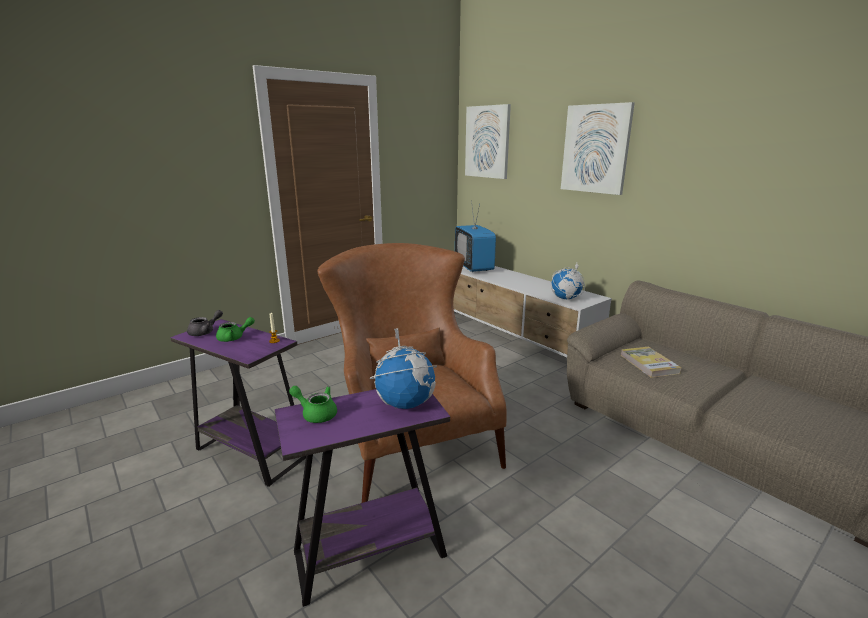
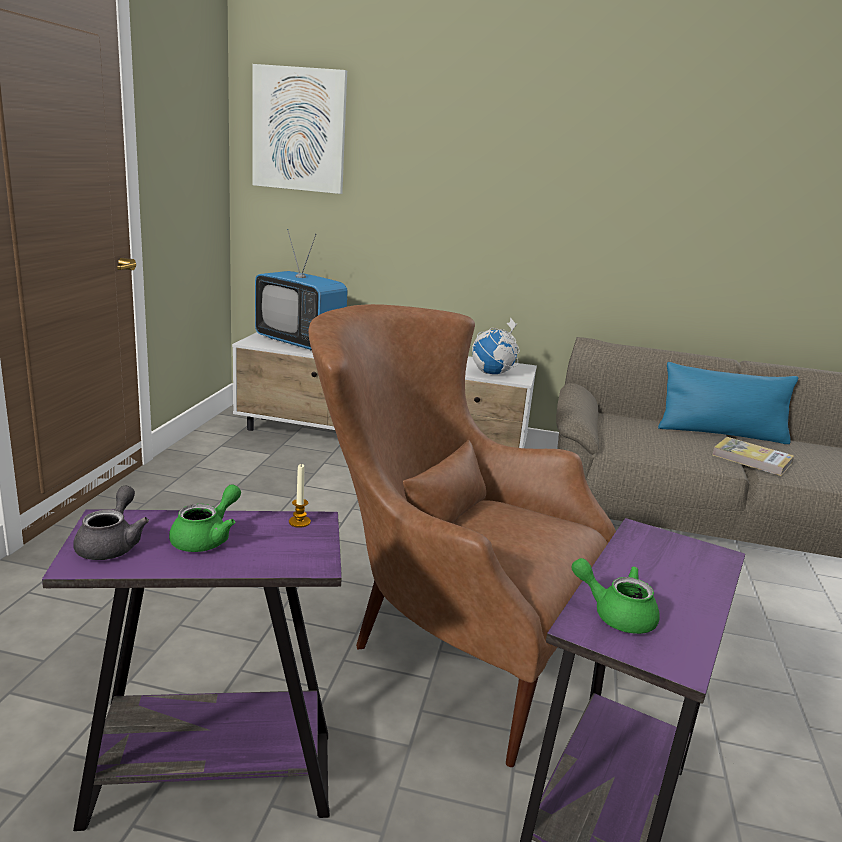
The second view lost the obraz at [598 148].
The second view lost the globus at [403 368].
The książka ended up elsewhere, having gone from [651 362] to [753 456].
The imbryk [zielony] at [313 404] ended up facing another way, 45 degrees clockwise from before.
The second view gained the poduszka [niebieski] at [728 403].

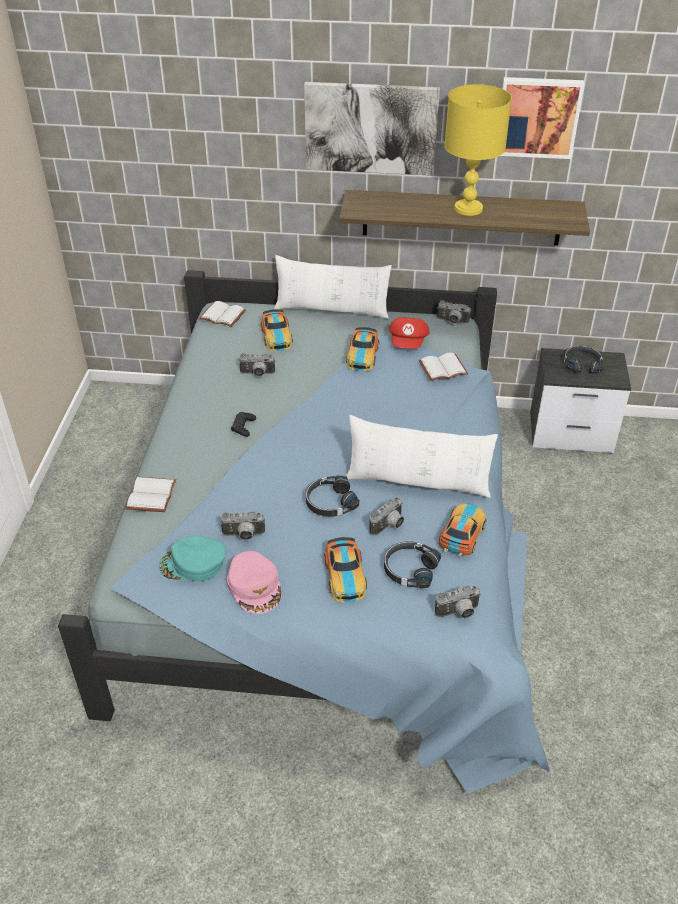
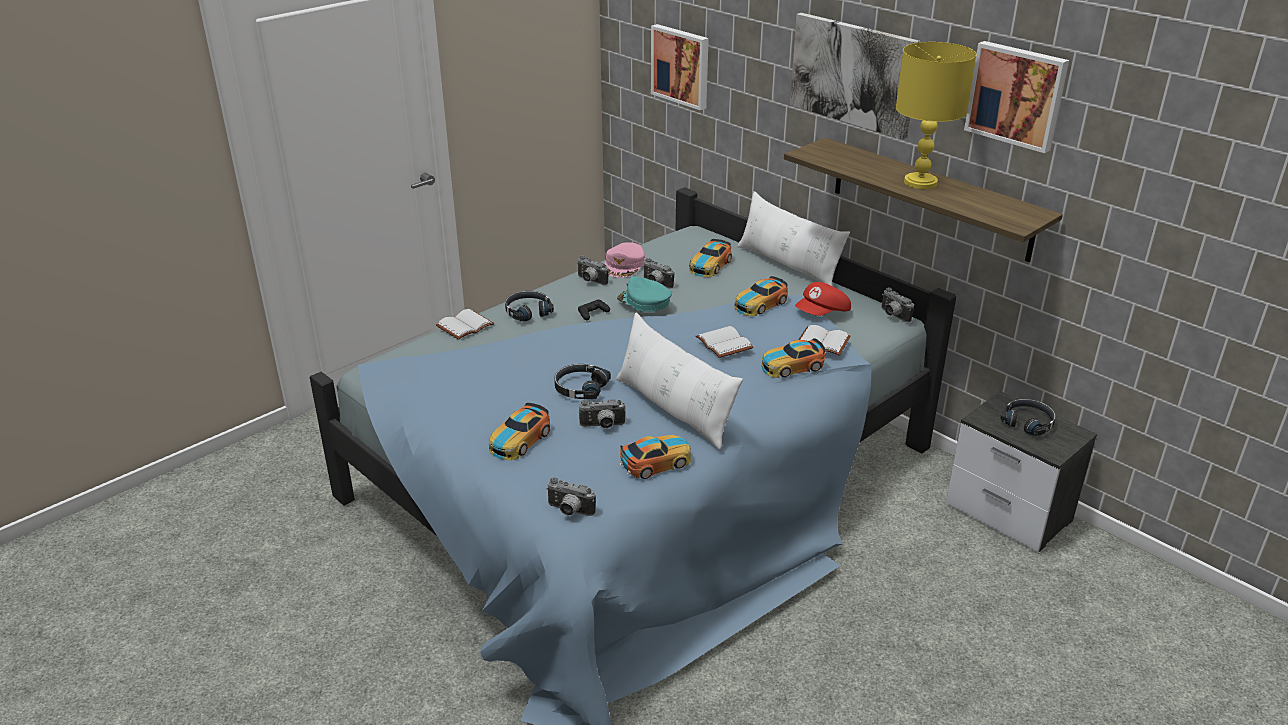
The książka [biały] ended up elsewhere, having gone from [222 314] to [724 342].
The aparat fotograficzny ended up elsewhere, having gone from [242 526] to [593 270].
The czapka z daszkiem [turkusowy] ended up elsewhere, having gone from [192 558] to [644 294].
The słuchawki [czarny] ended up elsewhere, having gone from [412 565] to [529 306].
The czapka z daszkiem [różowy] ended up elsewhere, having gone from [254 582] to [625 260].
The second view gained the obraz at [680 67].
The second view gained the samochodzik at [793 358].

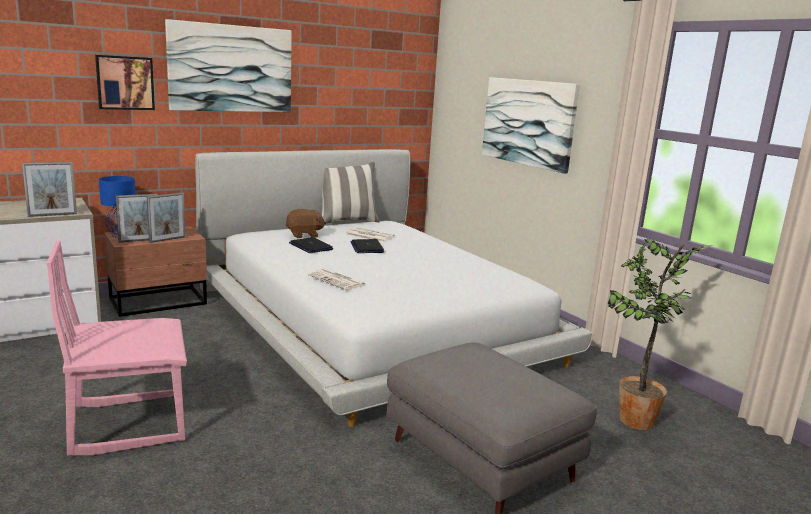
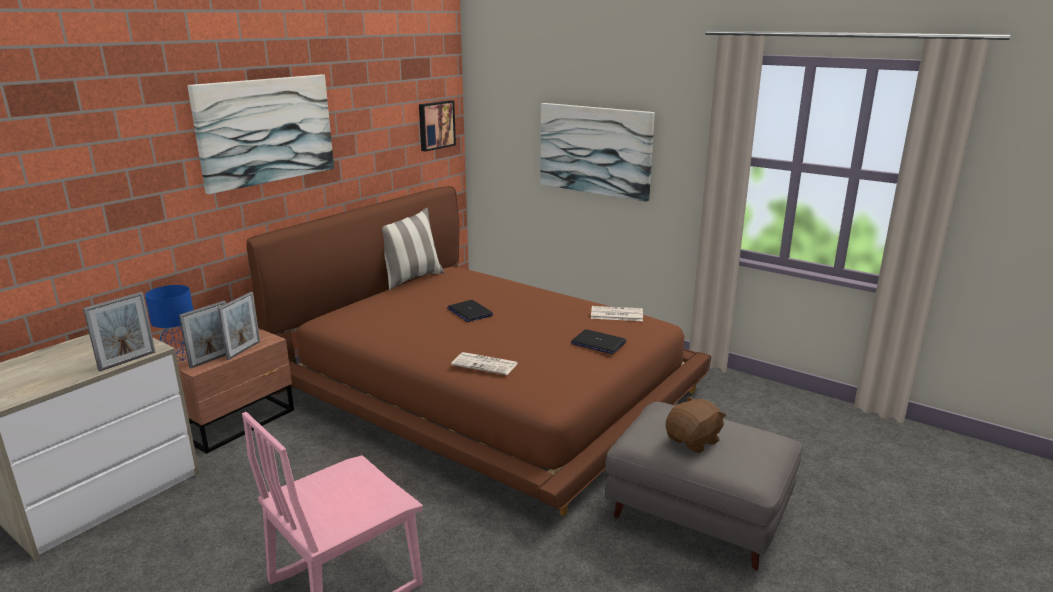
The obraz ended up elsewhere, having gone from [125 82] to [437 126].
What was the łóżko [biały] at [394 288] turned into the łóżko [brązowy] at [478 351].
The pluszak [brązowy] ended up elsewhere, having gone from [306 223] to [696 424].
The gazeta ended up elsewhere, having gone from [370 234] to [617 313].
The laptop ended up elsewhere, having gone from [311 245] to [598 341].
The second view lost the roślina doniczkowa at [660 334].

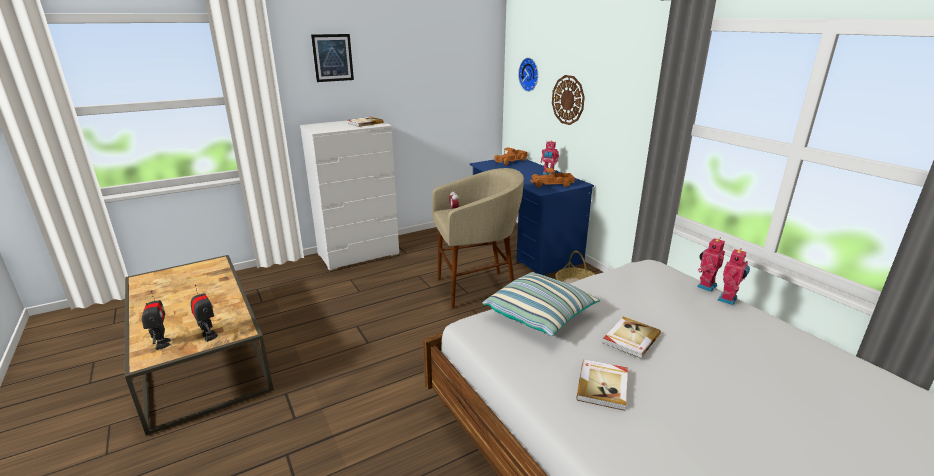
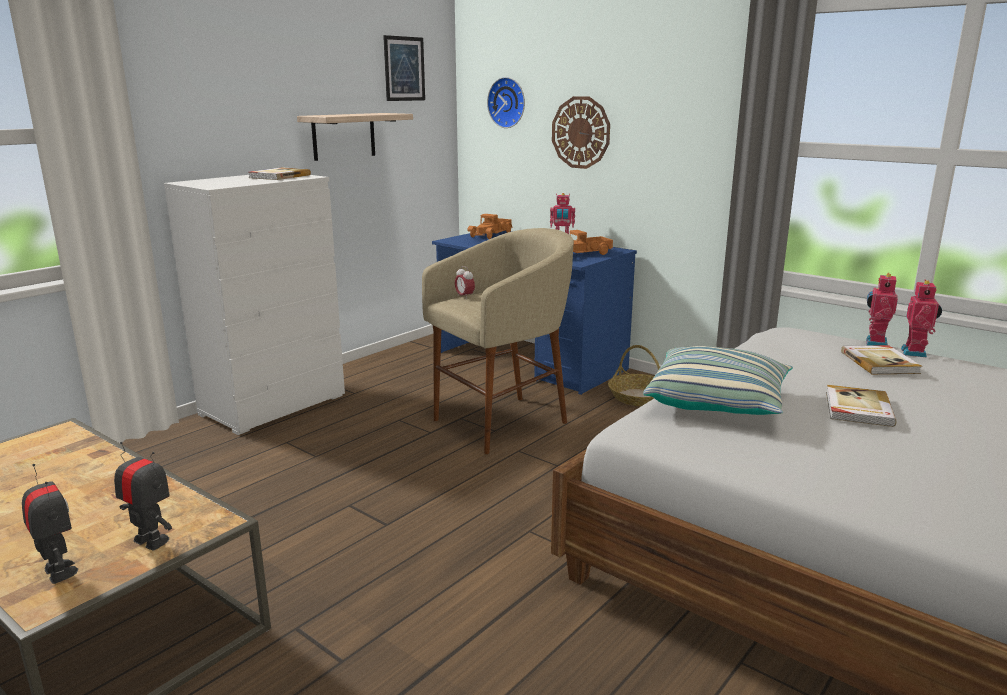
The obraz ended up elsewhere, having gone from [332 58] to [404 68].
The książka ended up elsewhere, having gone from [602 385] to [881 359].
The second view gained the półka at [355 137].

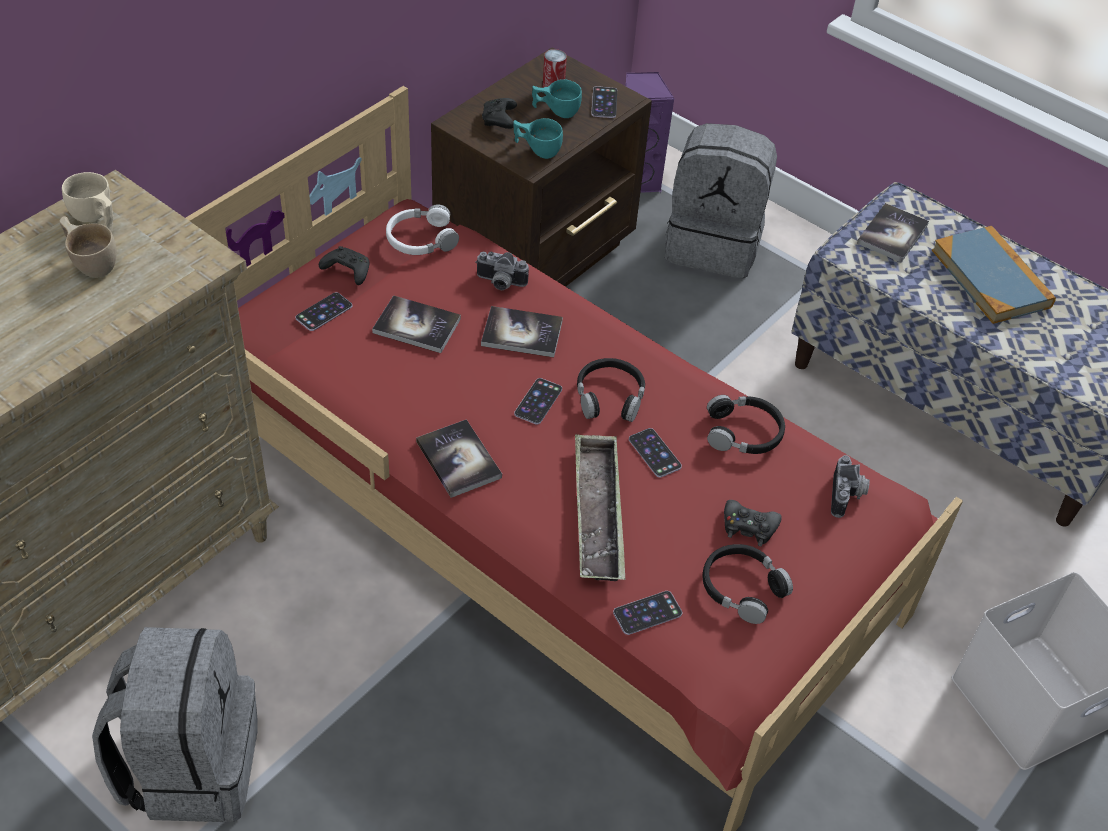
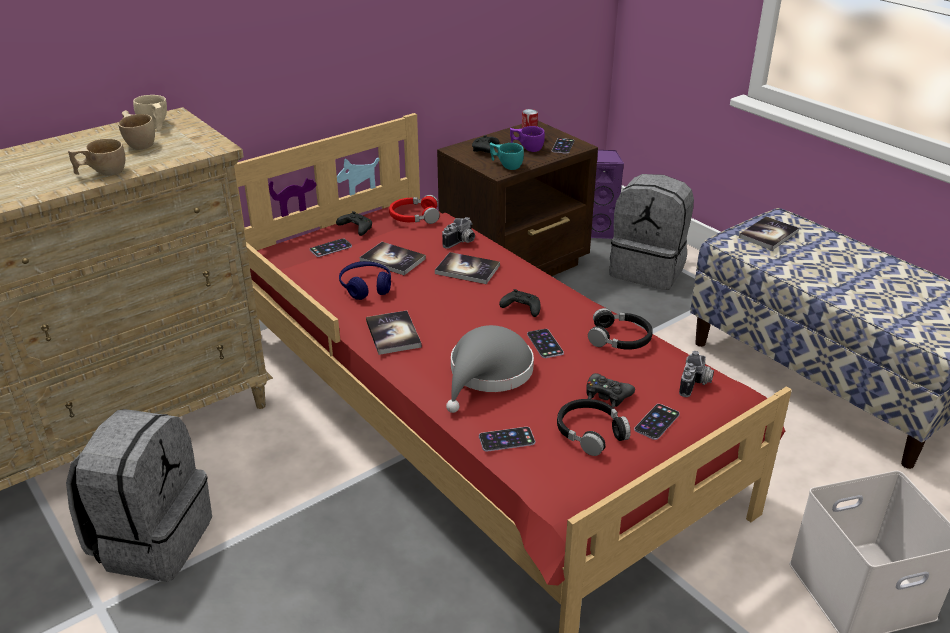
What was the filiżanka [turkusowy] at [557 98] turned into the filiżanka [fioletowy] at [527 139].
What was the słuchawki [biały] at [422 229] turned into the słuchawki [czerwony] at [414 209].
The second view lost the książka at [994 275].
The aparat fotograficzny at [502 271] ended up facing another way, 75 degrees counterclockwise from before.
Where the słuchawki [czarny] stood at [611 390], the pad do gier [czarny] came to stand at [520 303].
The telefon ended up elsewhere, having gone from [538 401] to [657 422].
Where the taca stood at [600 507], the kapelusz [szary] came to stand at [490 369].
The second view gained the filiżanka [beżowy] at [96 157].
The second view gained the słuchawki [niebieski] at [365 280].

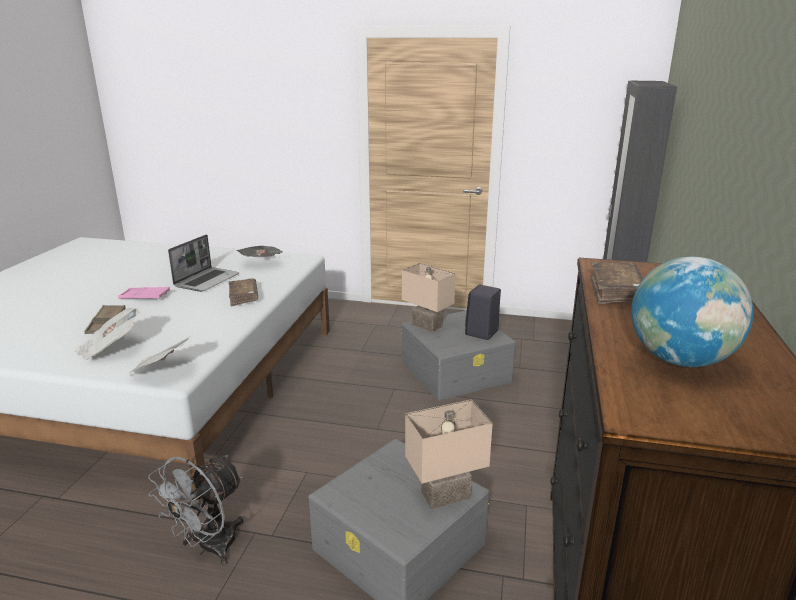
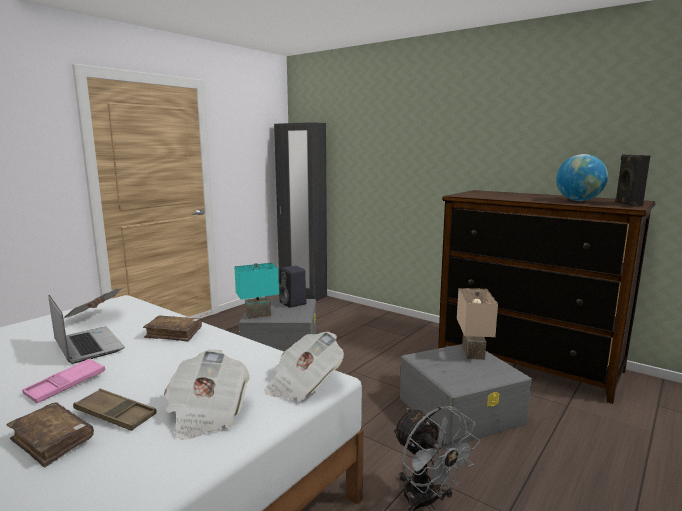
The książka [brązowy] ended up elsewhere, having gone from [616 283] to [50 435].
What was the lampa stołowa [beżowy] at [429 297] turned into the lampa stołowa [turkusowy] at [256 291].
The second view gained the głośnik [czarny] at [632 180].

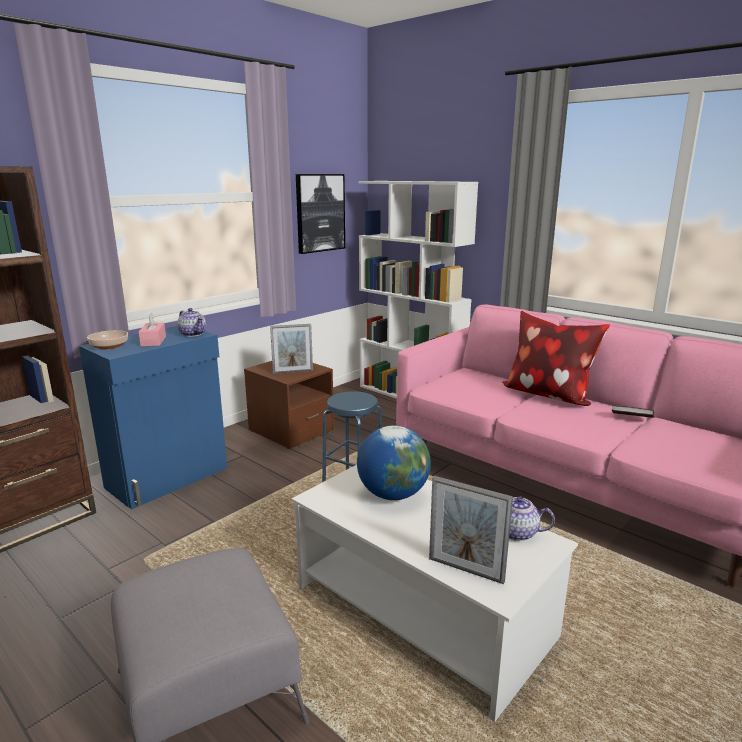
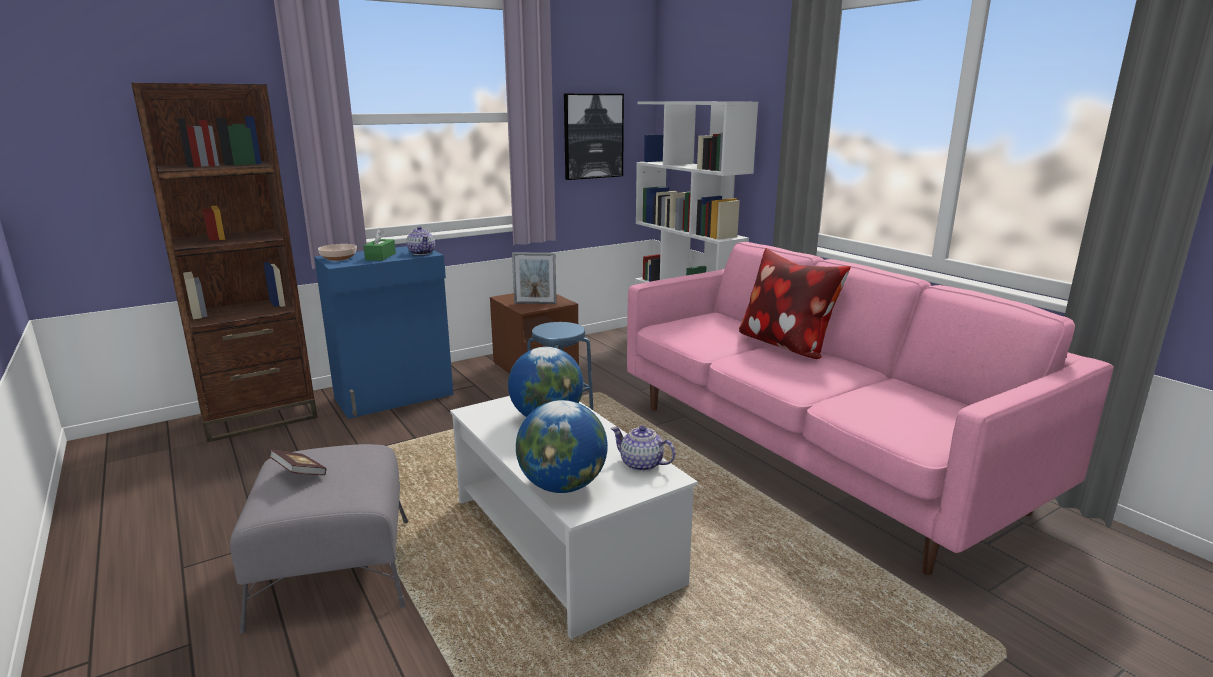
What was the pudełko chusteczek [różowy] at [152 330] turned into the pudełko chusteczek [zielony] at [379 244].
The książka ended up elsewhere, having gone from [633 411] to [297 462].
Where the ramka na zdjęcie stood at [471 530], the globus came to stand at [562 446].

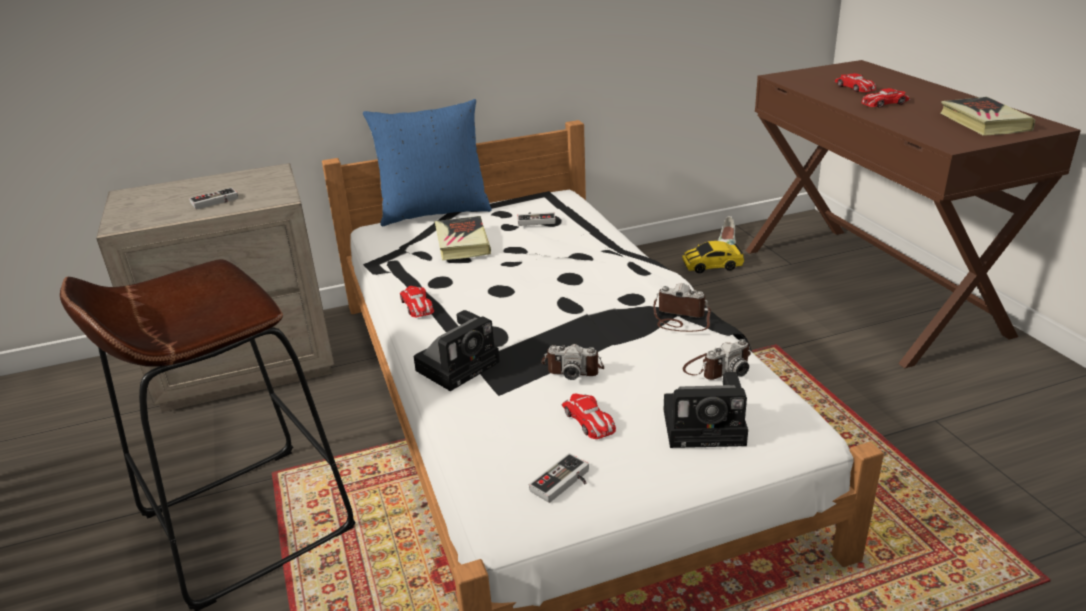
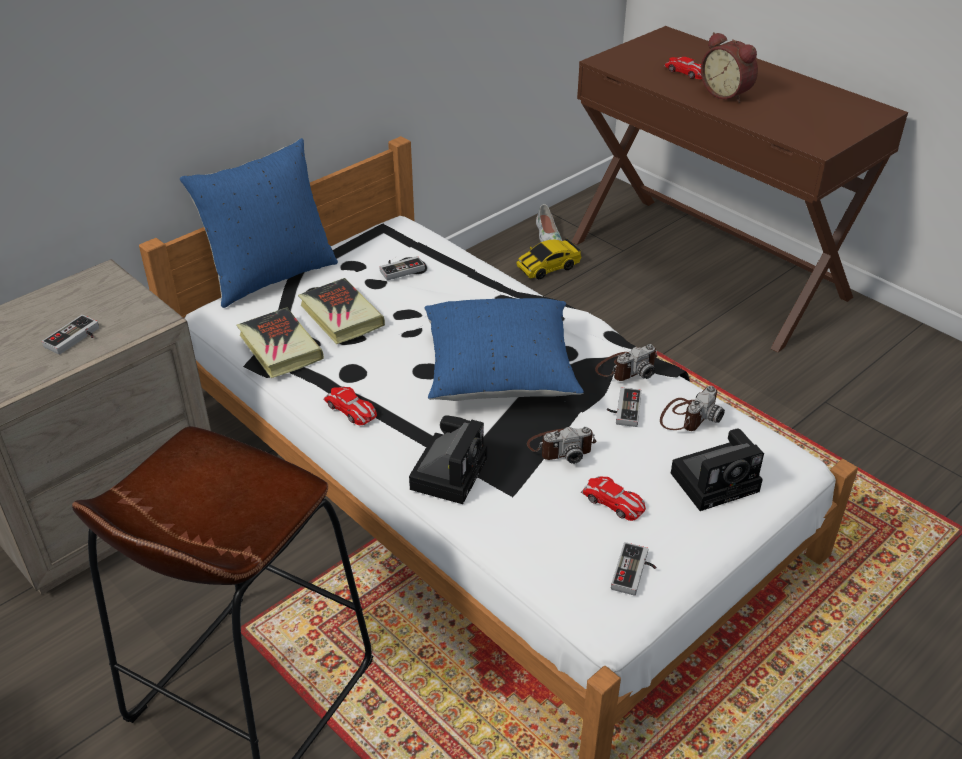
Where the samochodzik stood at [885 98], the budzik came to stand at [729 67].
The książka ended up elsewhere, having gone from [987 116] to [280 343].
The aparat fotograficzny at [682 307] ended up facing another way, 150 degrees clockwise from before.
The second view gained the poduszka [niebieski] at [504 349].
The second view gained the pad do gier at [624 407].

